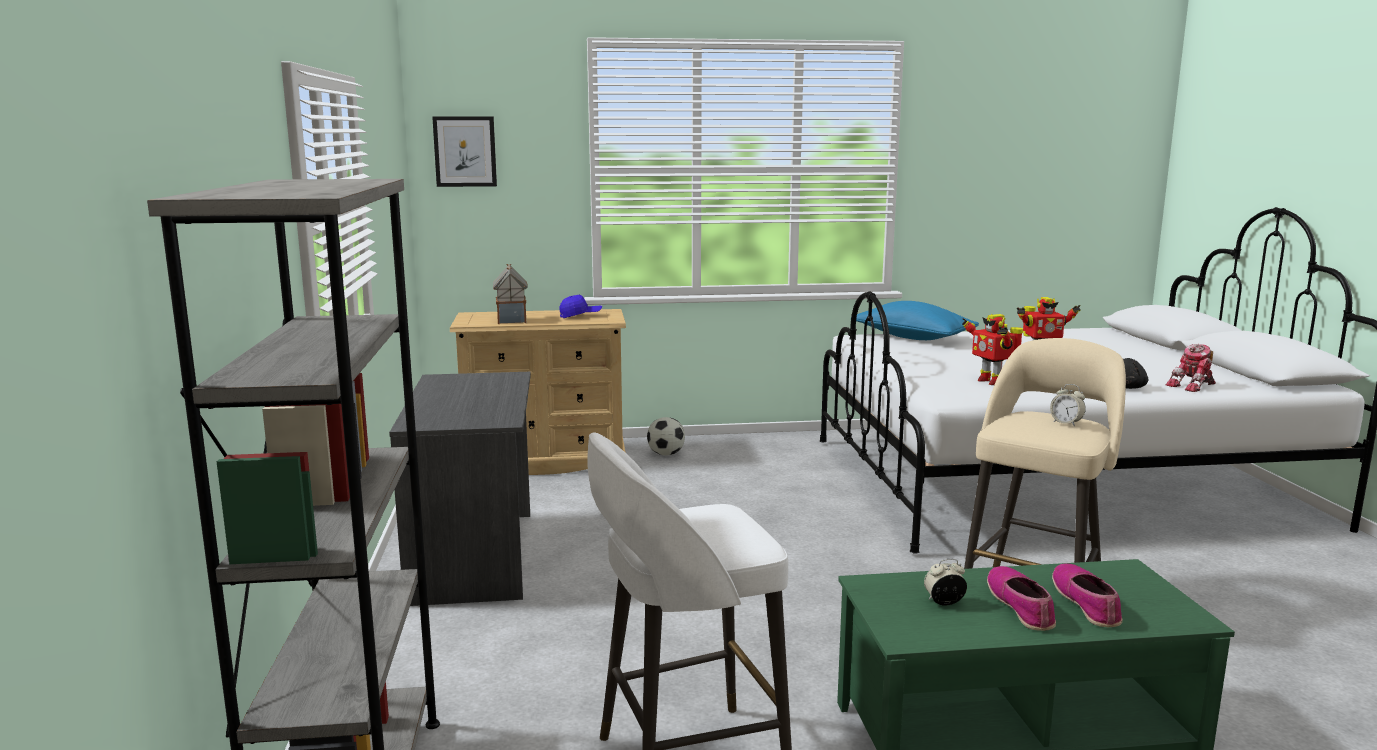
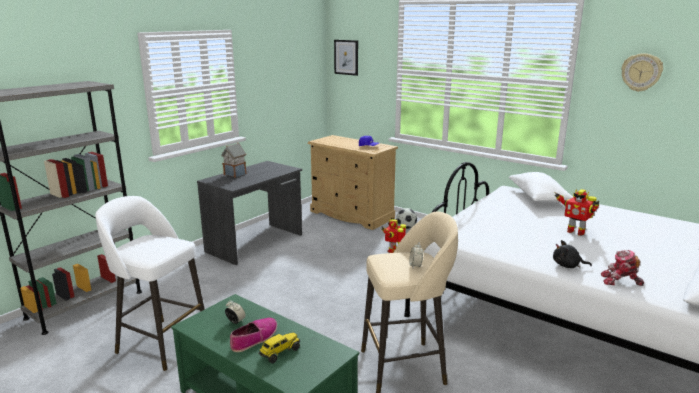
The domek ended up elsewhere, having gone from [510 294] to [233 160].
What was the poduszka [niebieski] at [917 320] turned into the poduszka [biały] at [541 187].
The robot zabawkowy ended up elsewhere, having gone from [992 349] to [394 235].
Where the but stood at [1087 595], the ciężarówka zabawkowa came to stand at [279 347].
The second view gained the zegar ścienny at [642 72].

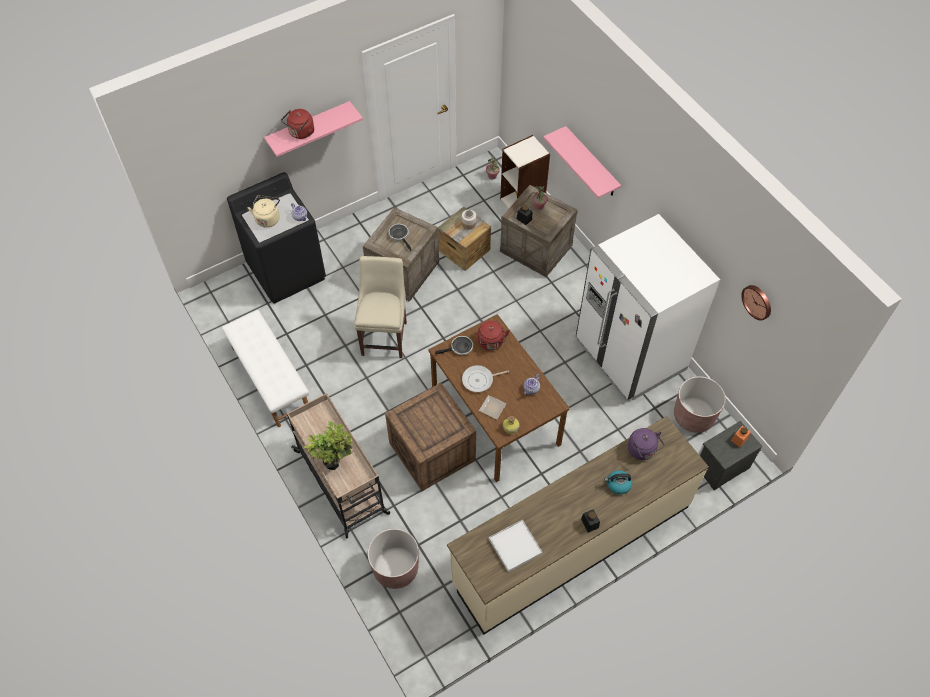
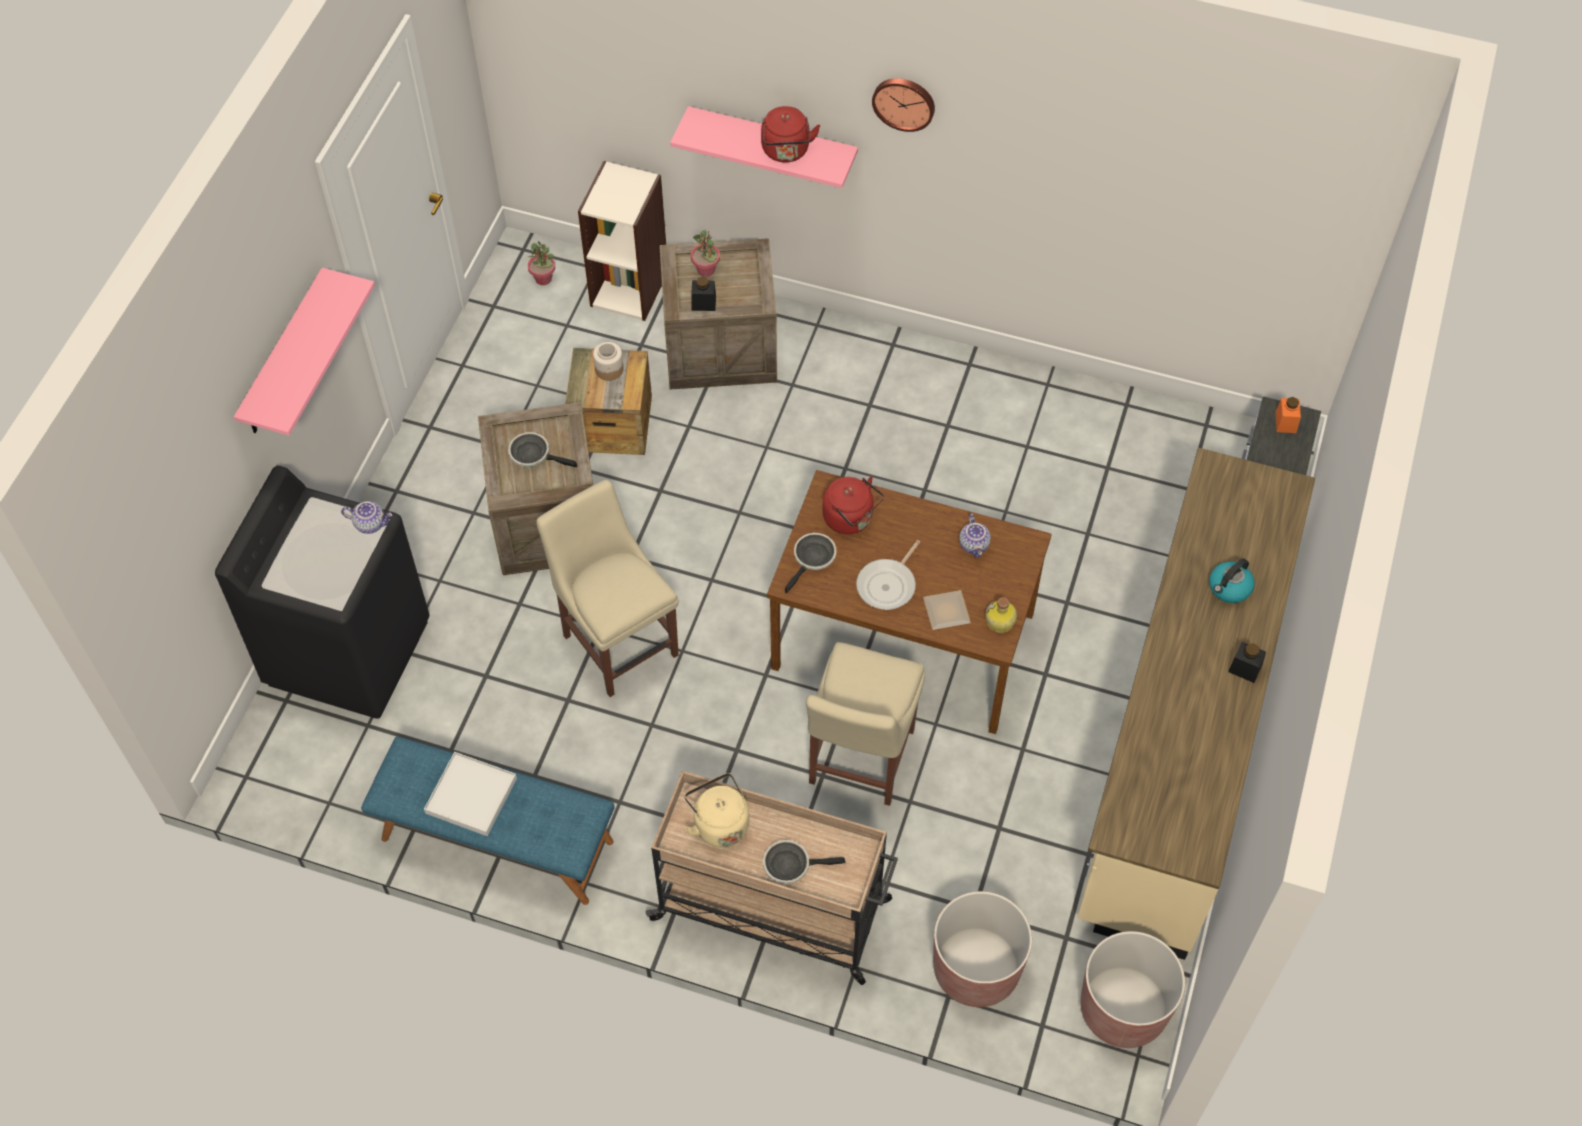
The czajnik [czerwony] ended up elsewhere, having gone from [297 124] to [790 134].
The czajnik [beżowy] ended up elsewhere, having gone from [263 211] to [717 810].
The second view lost the lodówka [biały] at [648 308].
The zegar ścienny ended up elsewhere, having gone from [756 303] to [903 105].
What was the ławka [biały] at [265 368] turned into the ławka [niebieski] at [487 820].
The donica [brązowy] ended up elsewhere, having gone from [700 404] to [1132 989].
Where the skrzynka stood at [430 437], the krzesło [beżowy] came to stand at [865 724].
Where the roślina doniczkowa stood at [328 445], the patelnia came to stand at [804 862].
The second view lost the czajnik [fioletowy] at [646 444].
The taca [biały] ended up elsewhere, having gone from [516 546] to [470 794].

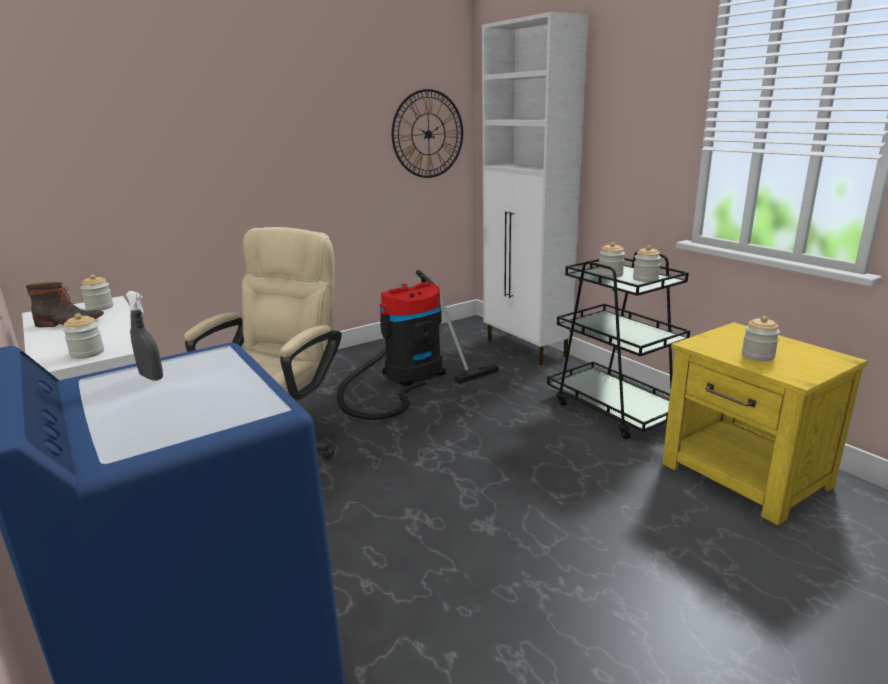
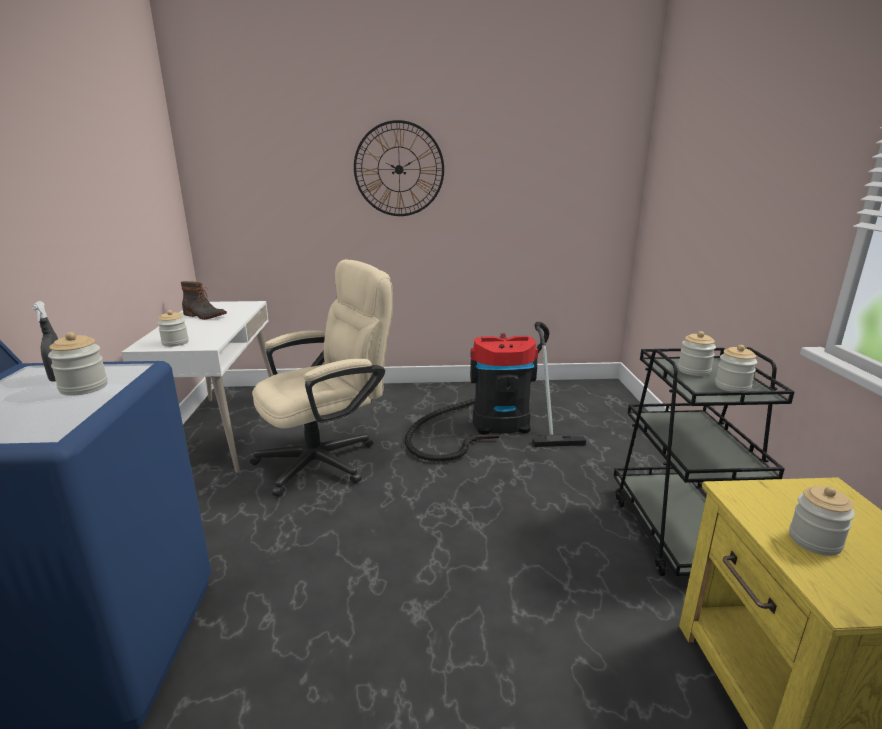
The second view lost the szafka [biały] at [535 188].
The zegar ścienny ended up elsewhere, having gone from [427 133] to [399 168].
The słoik ended up elsewhere, having gone from [96 292] to [78 364].

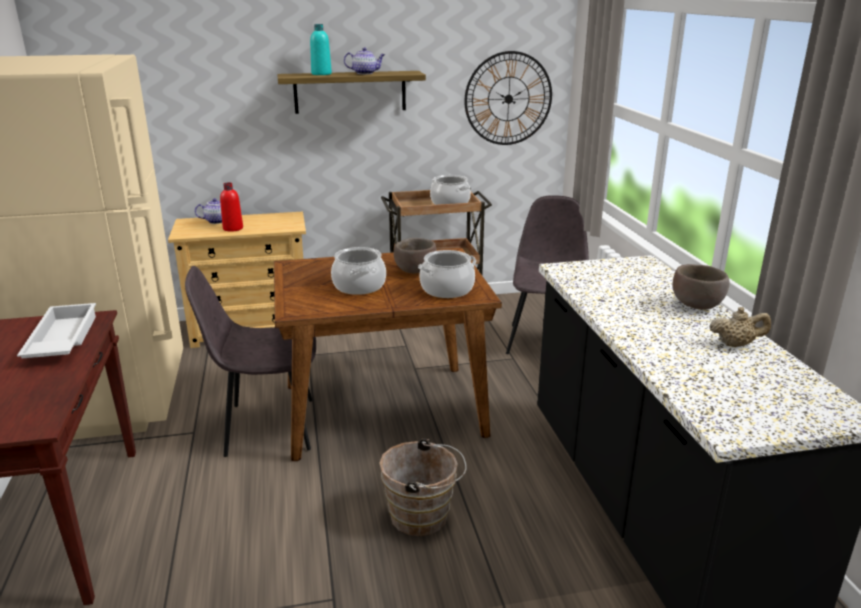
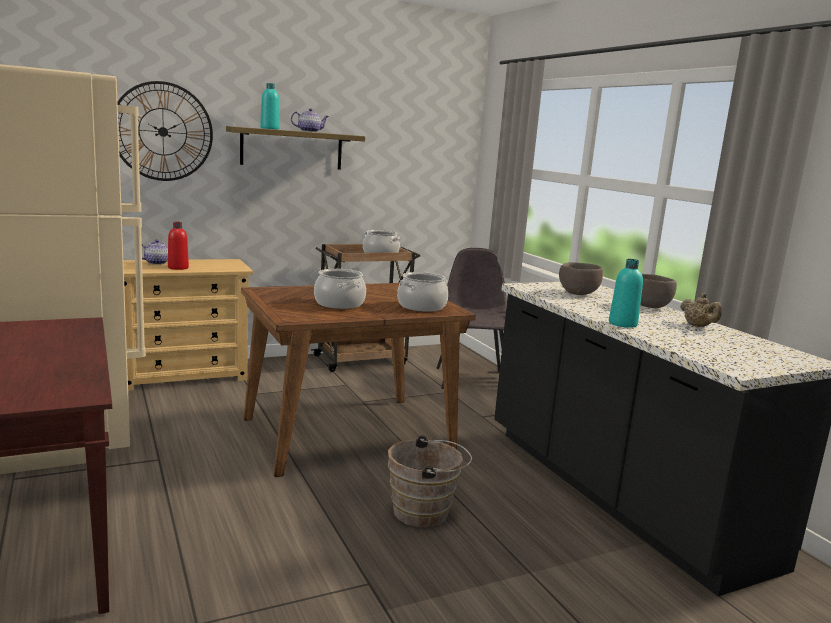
The zegar ścienny ended up elsewhere, having gone from [508 98] to [165 131].
The miska [brązowy] ended up elsewhere, having gone from [415 255] to [581 278].
The second view lost the krzesło [szary] at [250 361].
The second view lost the taca [biały] at [56 330].
The imbryk [beżowy] at [740 327] ended up facing another way, 75 degrees clockwise from before.
The second view gained the butelka [turkusowy] at [626 293].

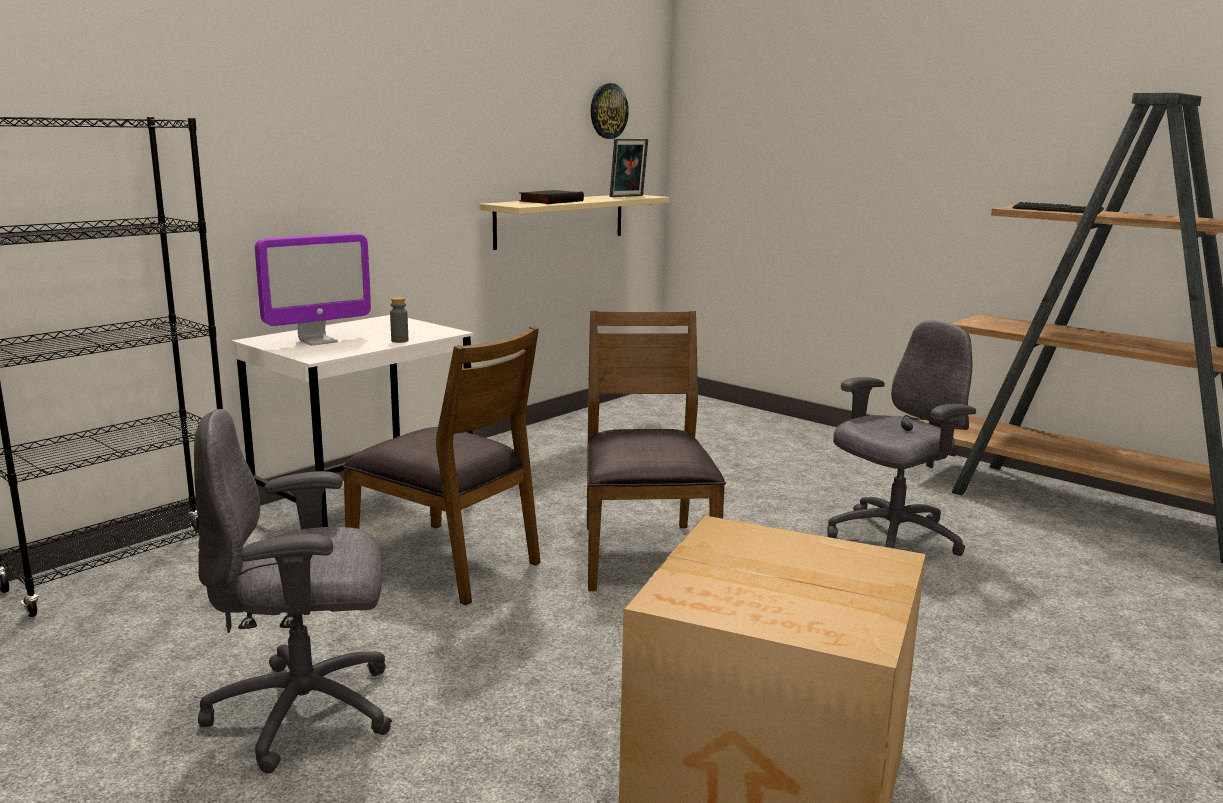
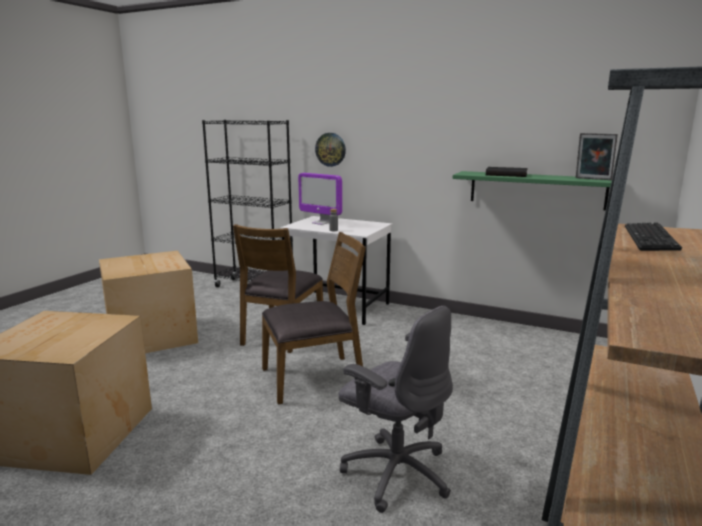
The zegar ścienny ended up elsewhere, having gone from [610 111] to [330 150].
What was the półka [beżowy] at [574 222] turned into the półka [zielony] at [532 190].
Where the krzesło biurowe [szary] stood at [293 591], the karton came to stand at [148 302].

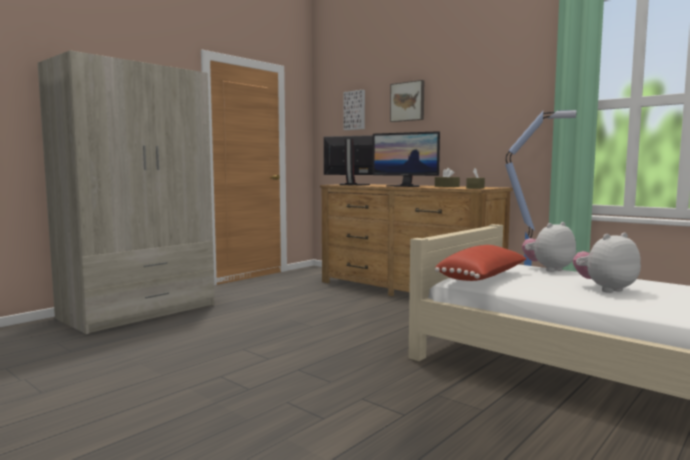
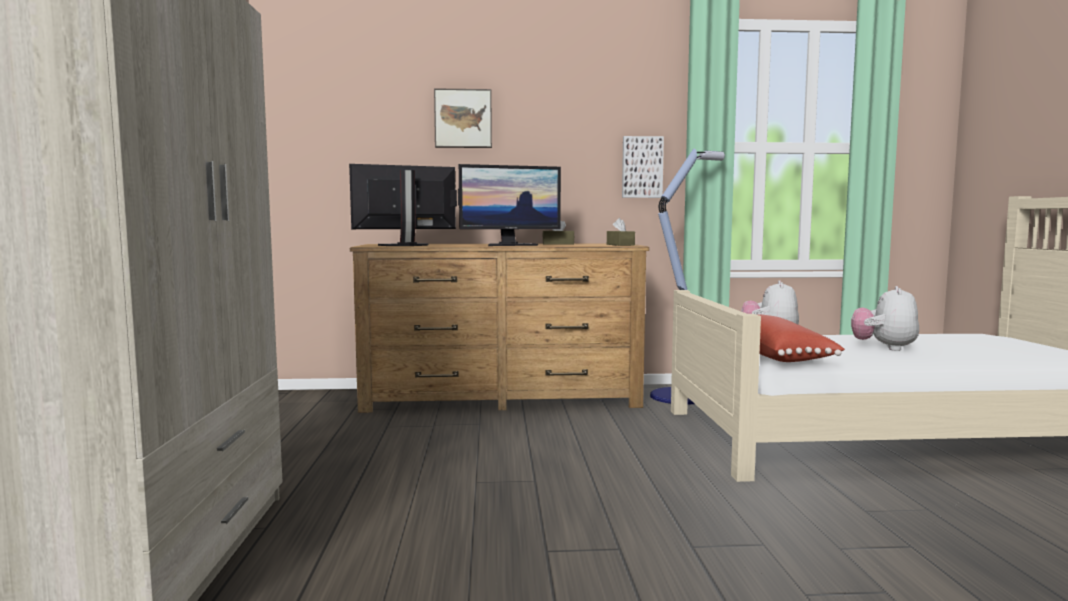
The obraz ended up elsewhere, having gone from [354 110] to [643 167].

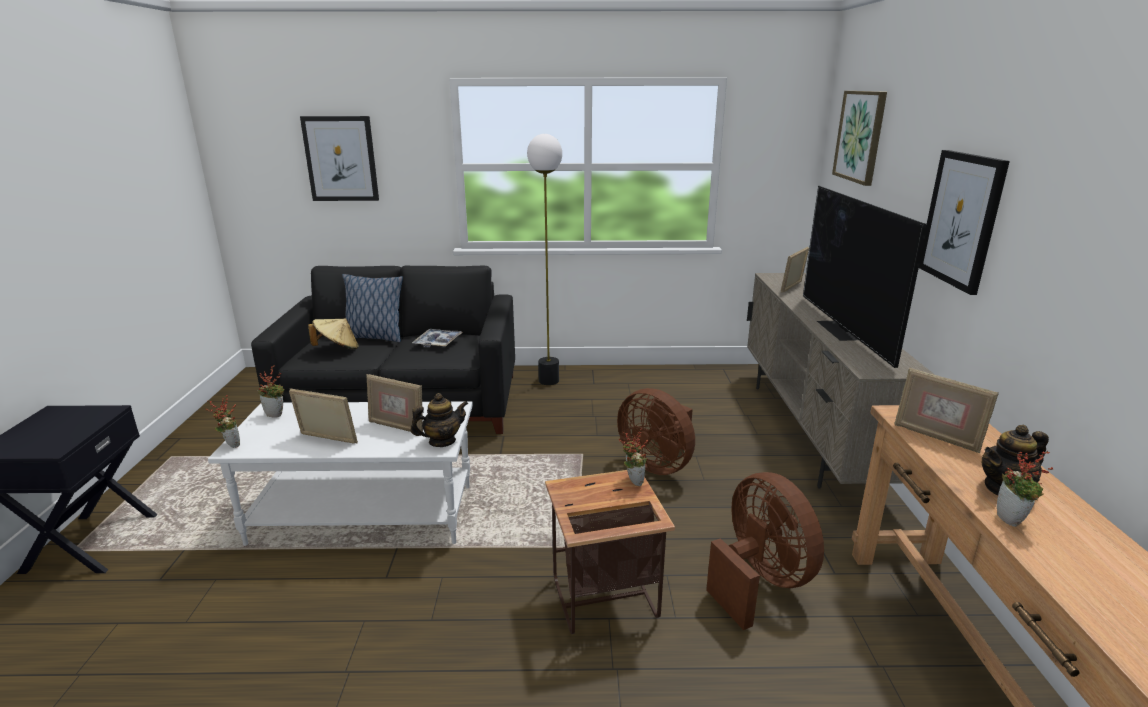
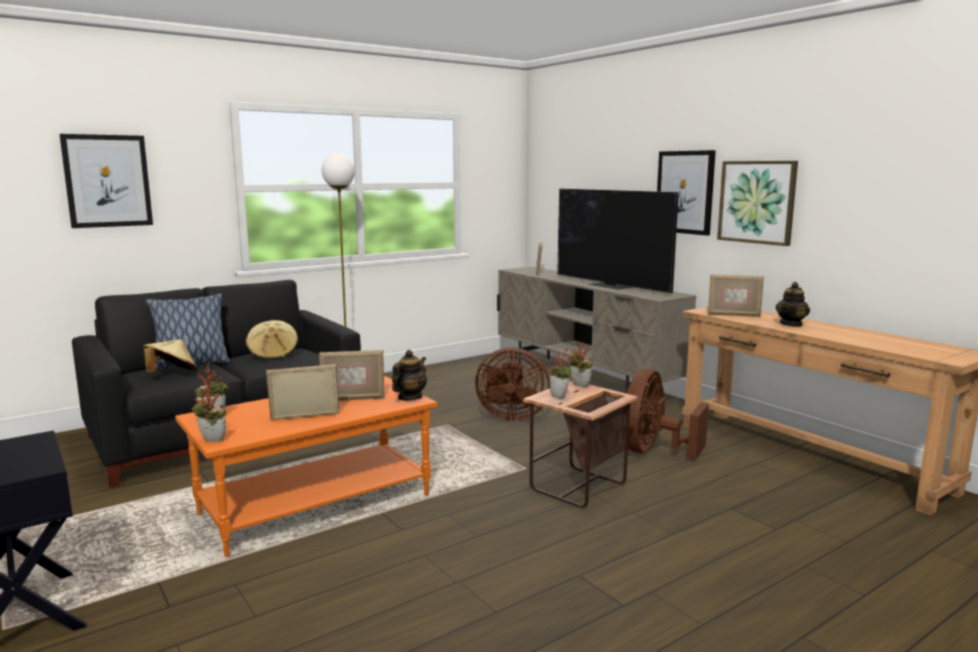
The obraz ended up elsewhere, having gone from [859 138] to [757 203].
Where the taca stood at [437 338], the kapelusz [beżowy] came to stand at [271 340].
What was the ława [biały] at [340 473] turned into the ława [pomarańczowy] at [306 466].
The roślina doniczkowa ended up elsewhere, having gone from [1024 489] to [561 373].
The wentylator [brązowy] at [765 551] ended up facing another way, 90 degrees counterclockwise from before.

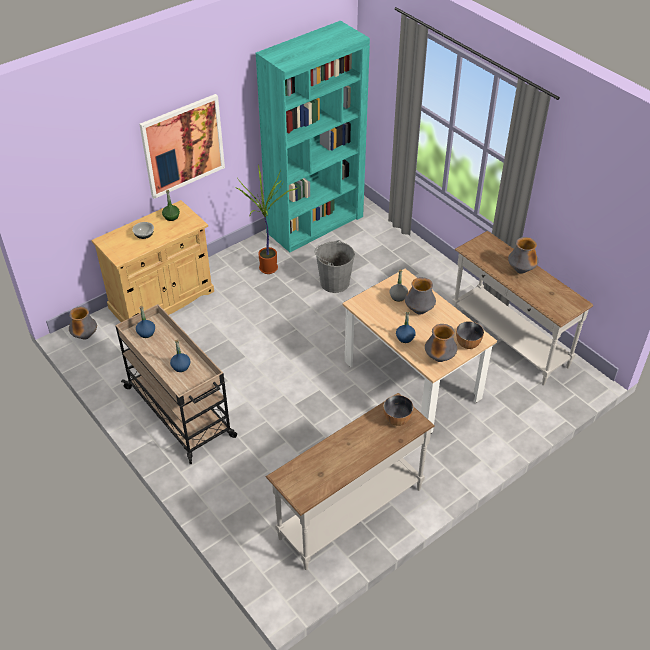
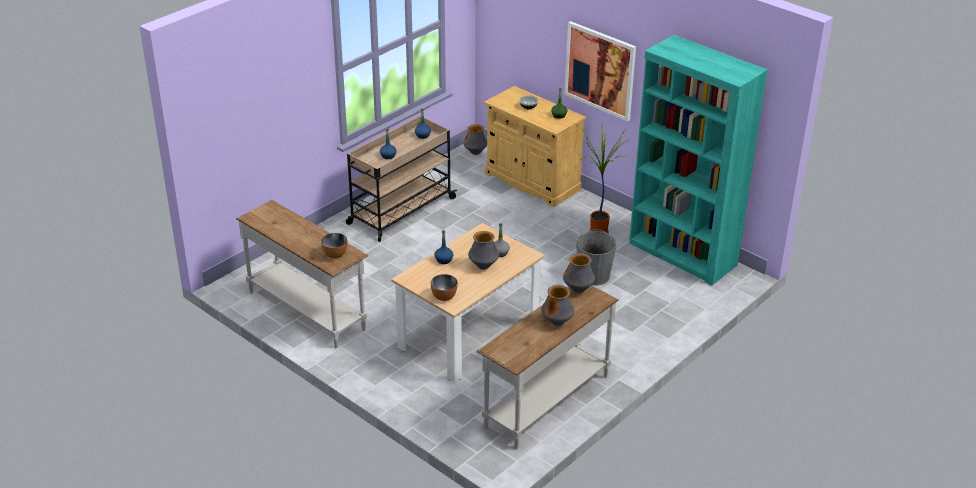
The wazon ended up elsewhere, having gone from [441 343] to [579 273].

